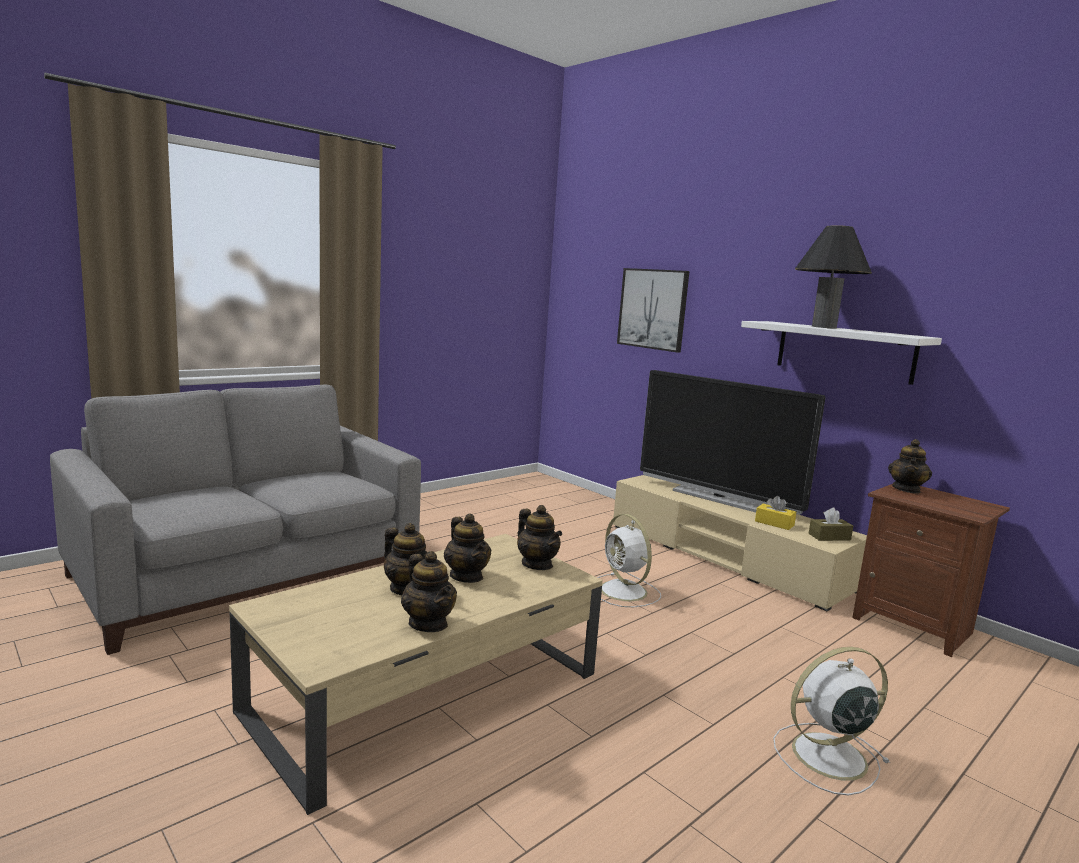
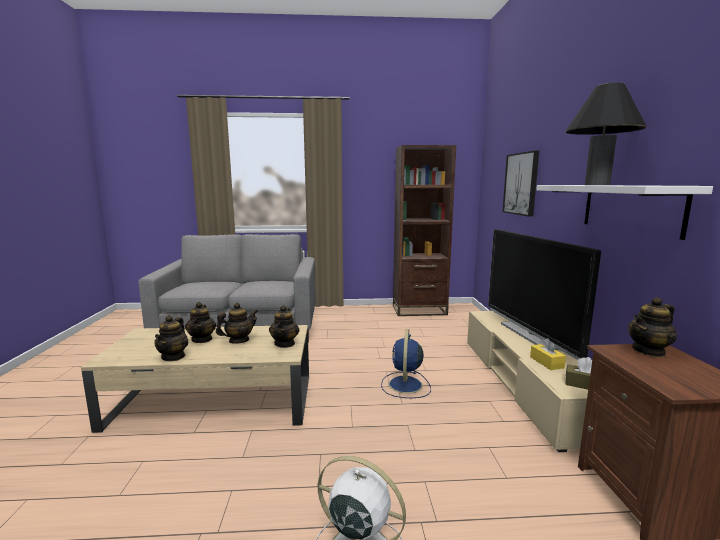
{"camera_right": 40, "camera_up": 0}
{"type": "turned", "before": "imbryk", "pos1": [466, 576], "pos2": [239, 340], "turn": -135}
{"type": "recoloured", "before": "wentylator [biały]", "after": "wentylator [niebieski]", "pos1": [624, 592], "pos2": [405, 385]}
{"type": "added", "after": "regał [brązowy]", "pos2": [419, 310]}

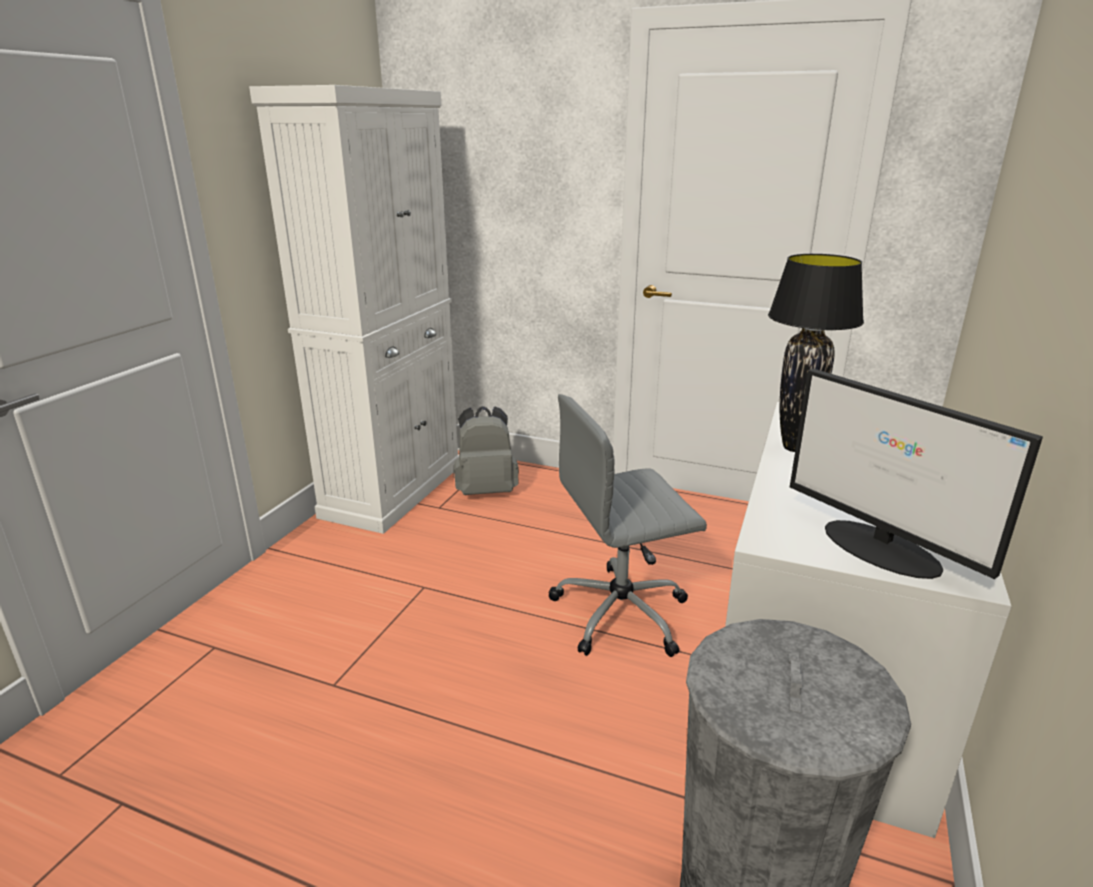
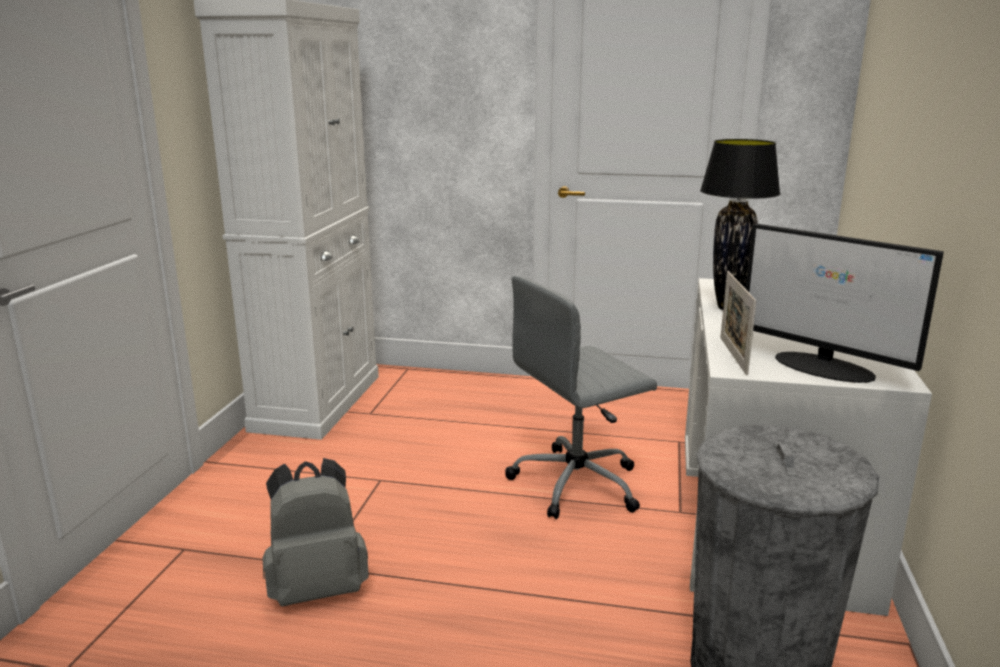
{"camera_right": -10, "camera_up": -5}
{"type": "moved", "before": "plecak [szary]", "pos1": [486, 490], "pos2": [318, 588]}
{"type": "added", "after": "ramka na zdjęcie", "pos2": [733, 355]}

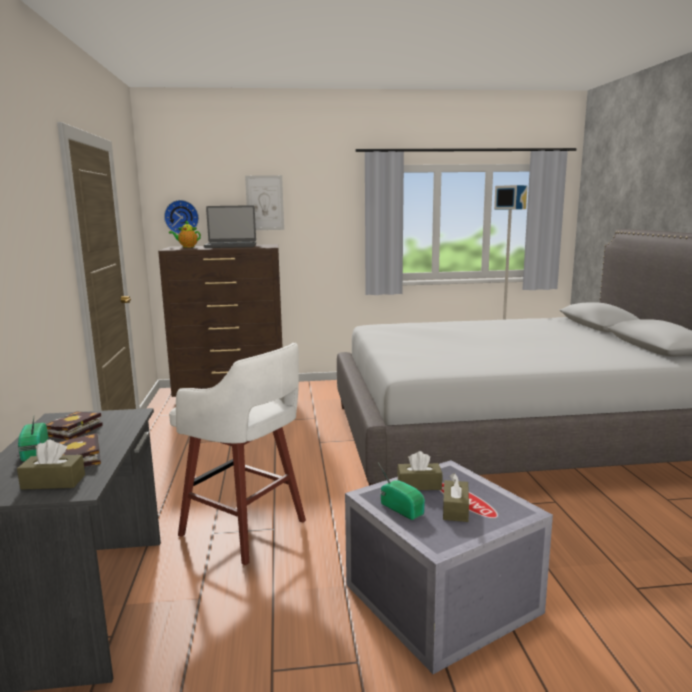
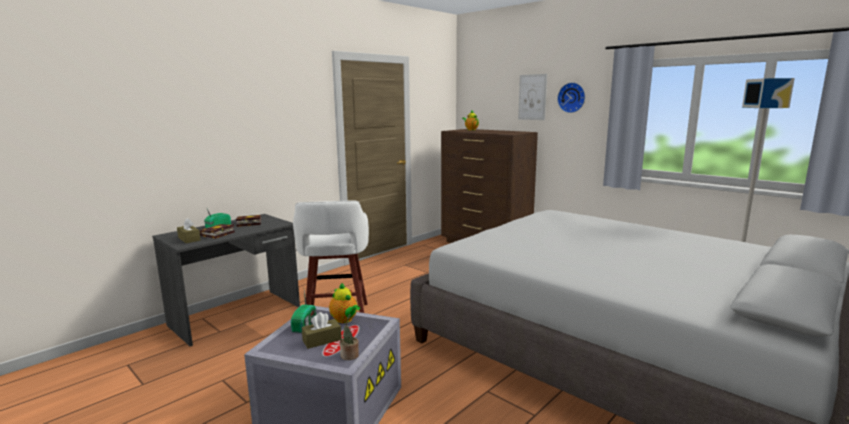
{"camera_right": 50, "camera_up": 0}
{"type": "moved", "before": "zegar ścienny", "pos1": [182, 217], "pos2": [572, 97]}
{"type": "removed", "before": "laptop", "pos1": [231, 246]}
{"type": "replaced", "before": "pudełko chusteczek [brązowy]", "after": "imbryk", "pos1": [419, 485], "pos2": [345, 320]}
{"type": "added", "after": "roślina doniczkowa", "pos2": [349, 356]}

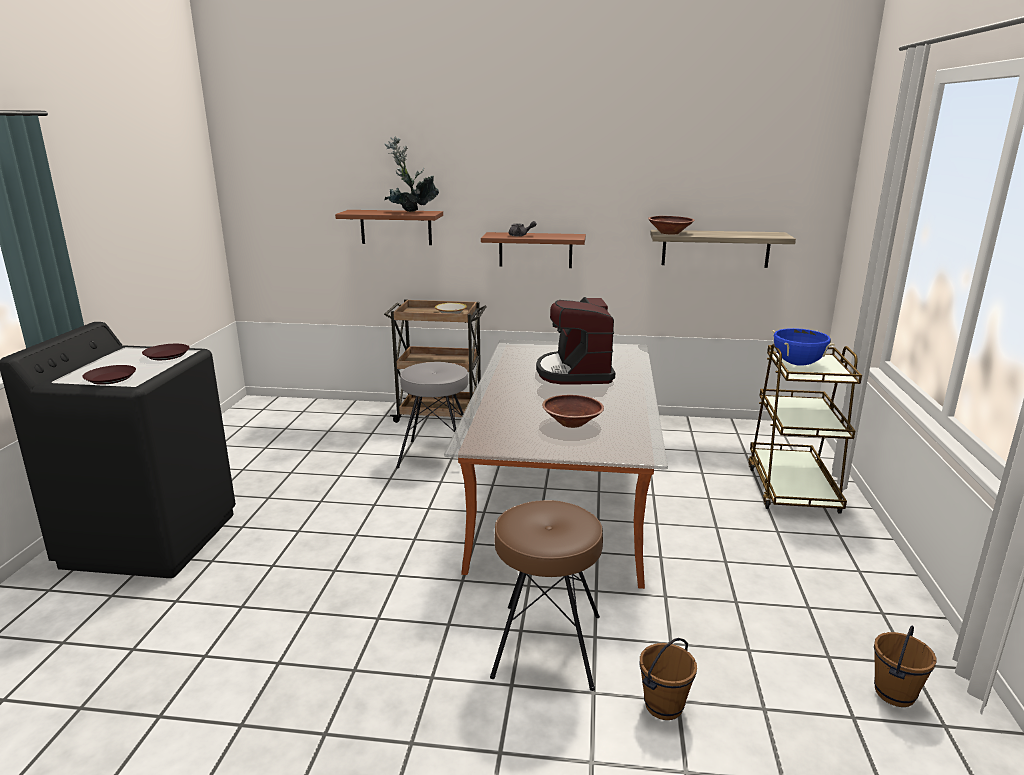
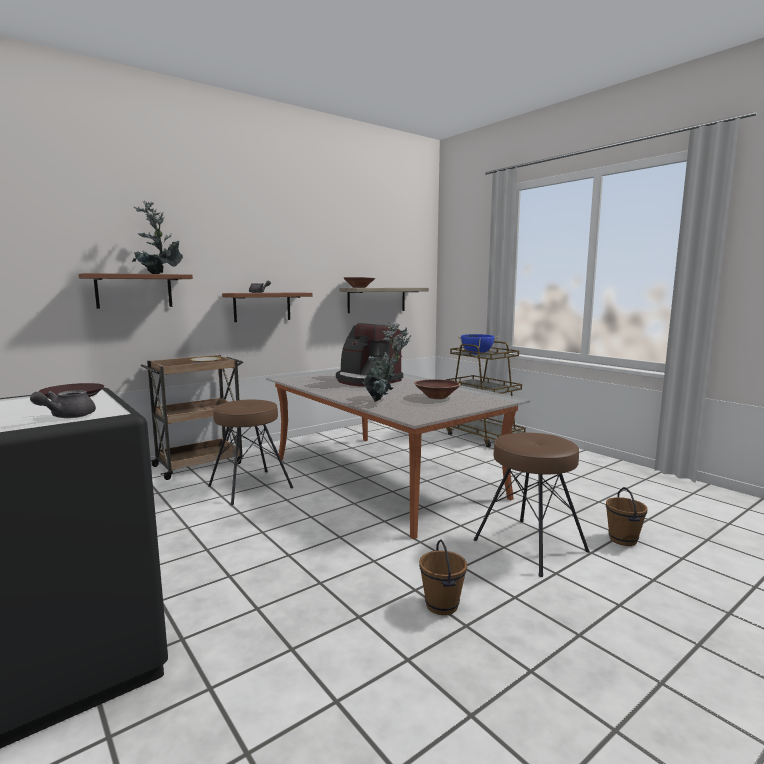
{"camera_right": -45, "camera_up": -10}
{"type": "recoloured", "before": "stołek [szary]", "after": "stołek [brązowy]", "pos1": [437, 455], "pos2": [250, 486]}
{"type": "replaced", "before": "talerz [brązowy]", "after": "imbryk [szary]", "pos1": [110, 379], "pos2": [67, 416]}
{"type": "moved", "before": "wiadro [brązowy]", "pos1": [893, 693], "pos2": [441, 605]}
{"type": "added", "after": "roślina doniczkowa", "pos2": [383, 401]}

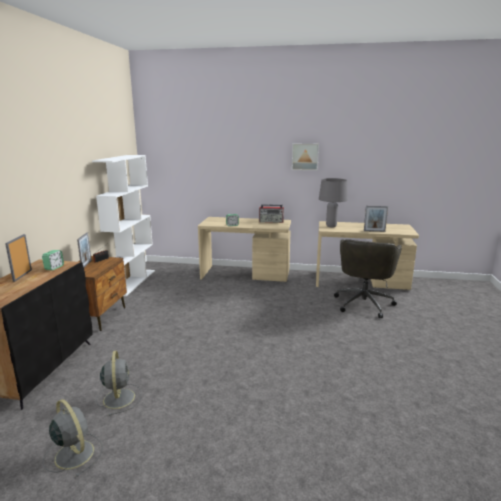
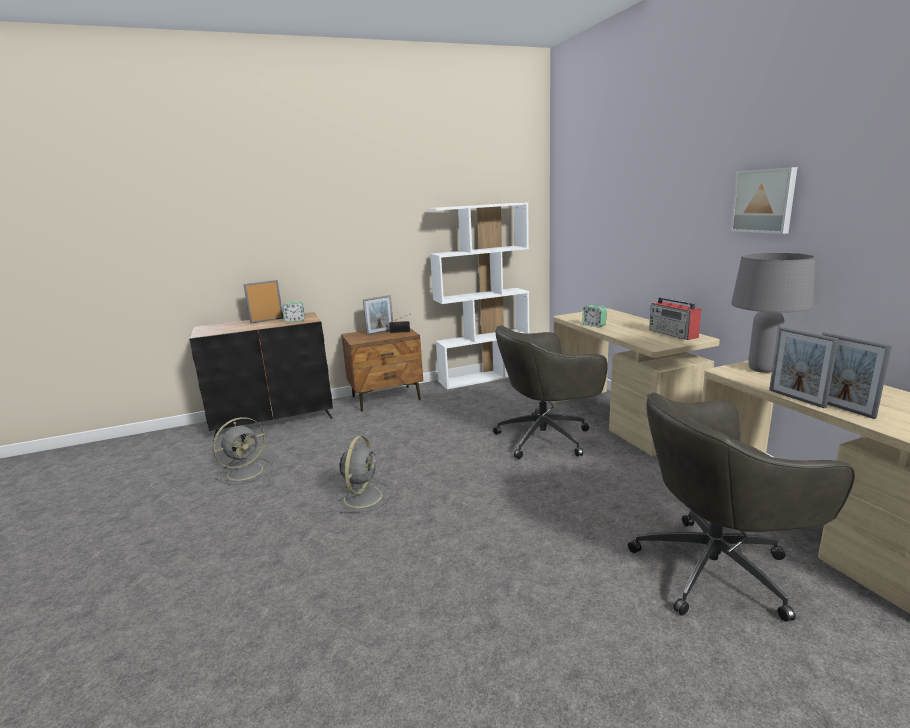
{"camera_right": 60, "camera_up": 0}
{"type": "moved", "before": "wentylator [szary]", "pos1": [73, 453], "pos2": [363, 496]}
{"type": "added", "after": "krzesło biurowe [szary]", "pos2": [546, 437]}
{"type": "added", "after": "ramka na zdjęcie", "pos2": [796, 398]}

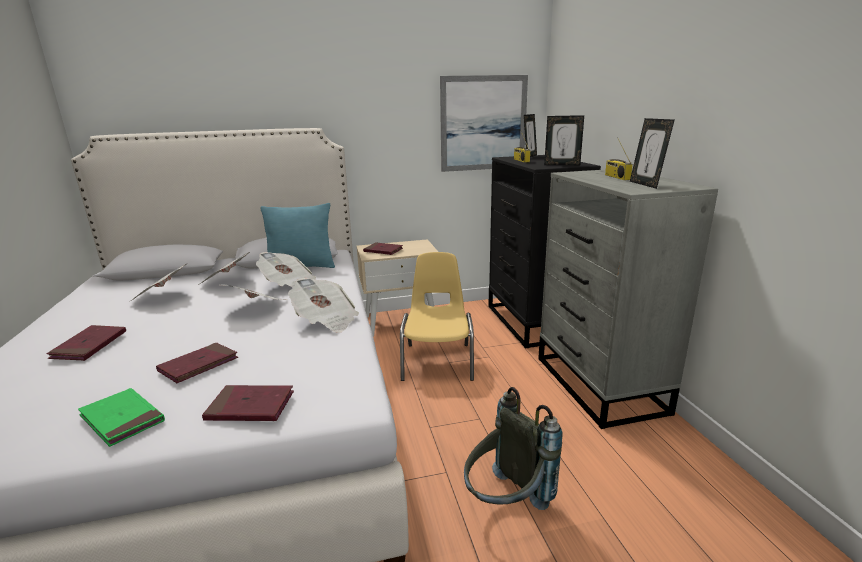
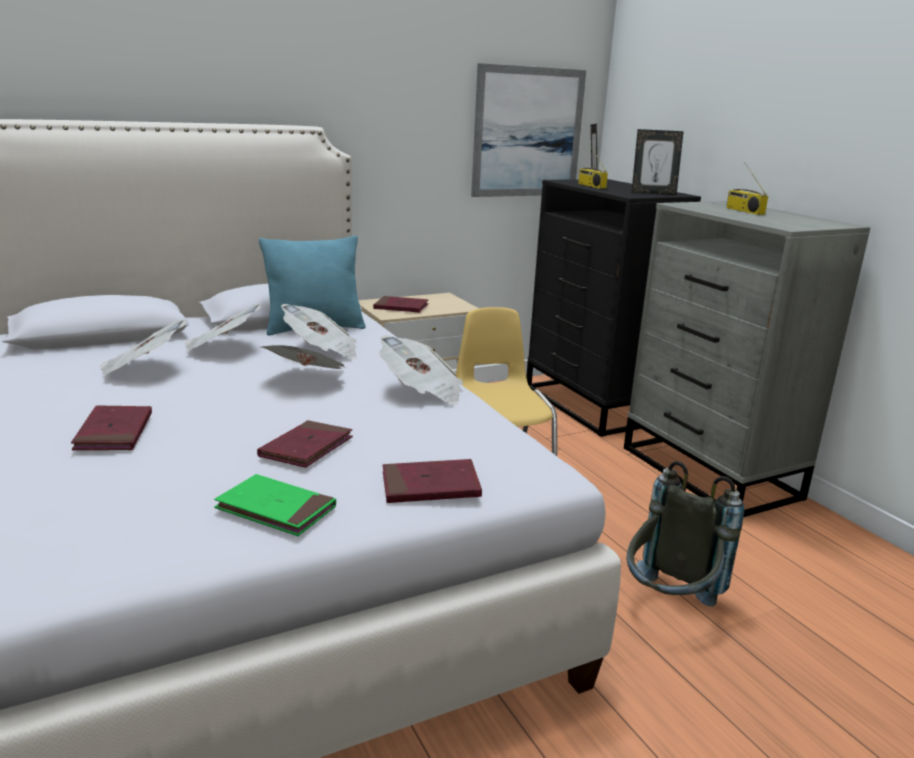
{"camera_right": -15, "camera_up": 0}
{"type": "removed", "before": "ramka na zdjęcie", "pos1": [646, 184]}

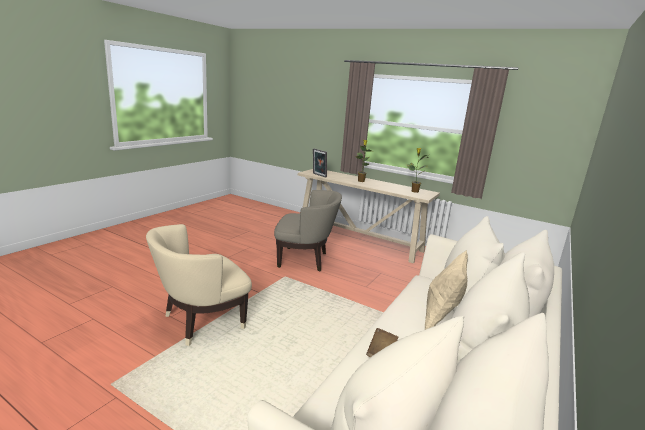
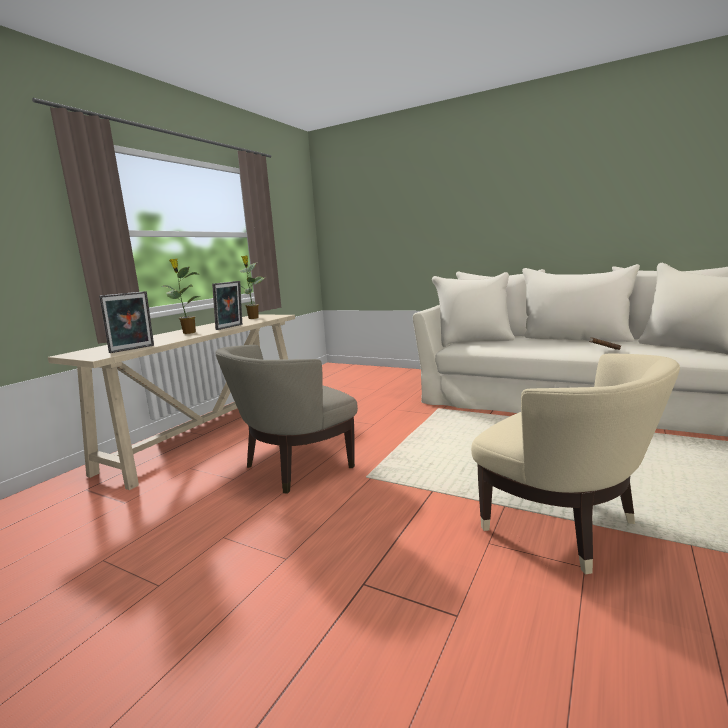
{"camera_right": -90, "camera_up": -5}
{"type": "turned", "before": "fotel [beżowy]", "pos1": [305, 260], "pos2": [294, 468], "turn": -135}
{"type": "removed", "before": "poduszka [beżowy]", "pos1": [441, 318]}
{"type": "added", "after": "ramka na zdjęcie", "pos2": [231, 327]}

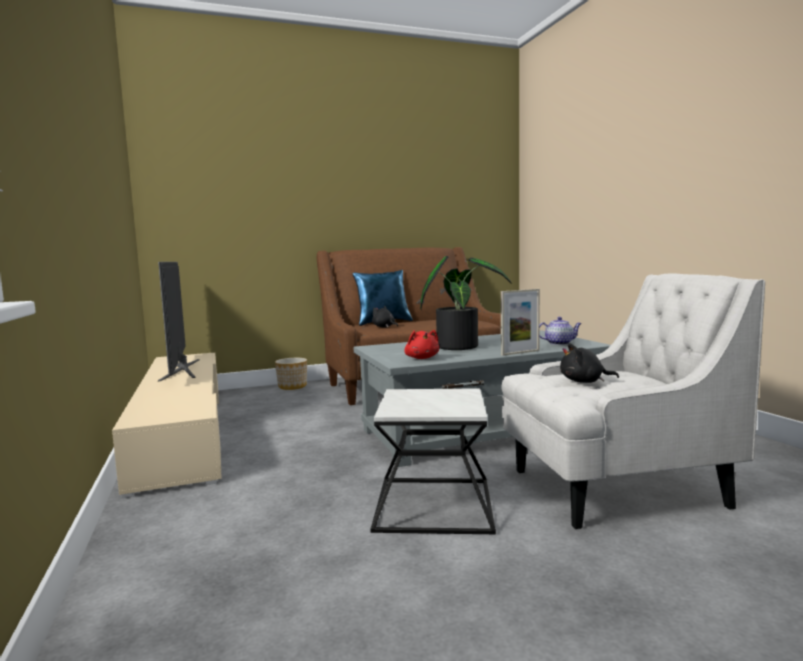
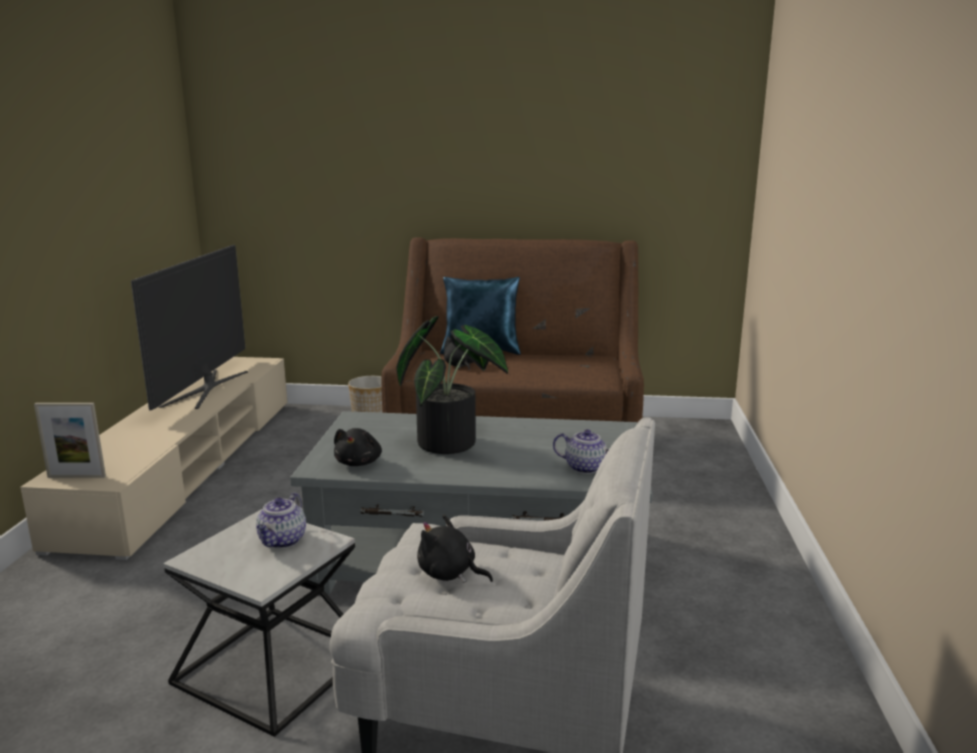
{"camera_right": 25, "camera_up": 10}
{"type": "moved", "before": "ramka na zdjęcie", "pos1": [520, 353], "pos2": [76, 477]}
{"type": "recoloured", "before": "pluszak [czerwony]", "after": "pluszak [czarny]", "pos1": [422, 358], "pos2": [359, 462]}
{"type": "added", "after": "imbryk", "pos2": [282, 541]}

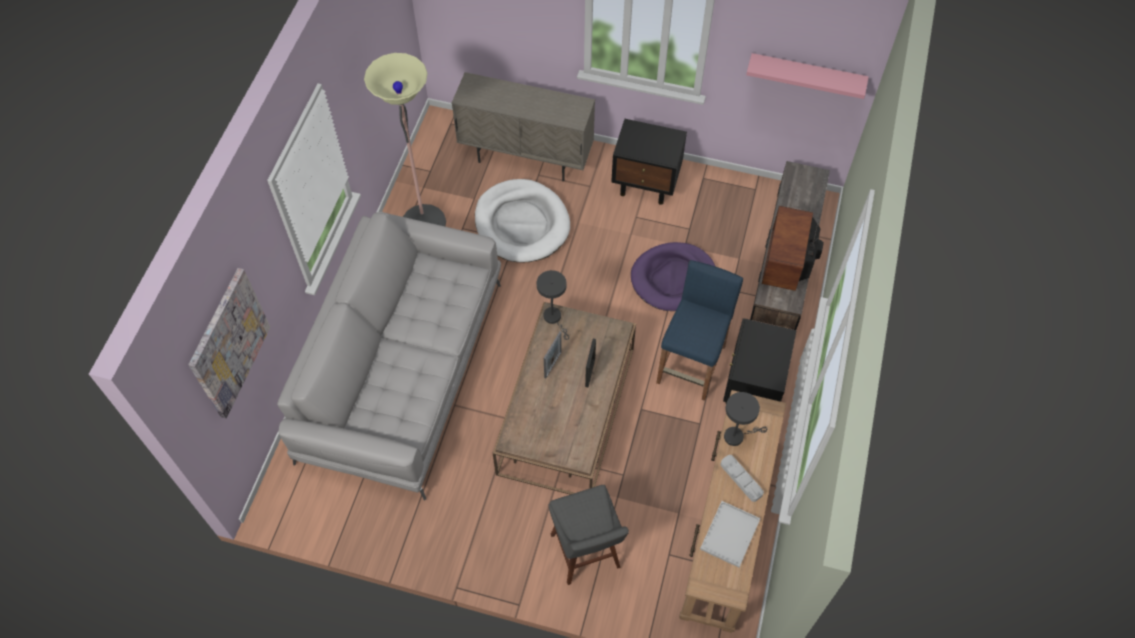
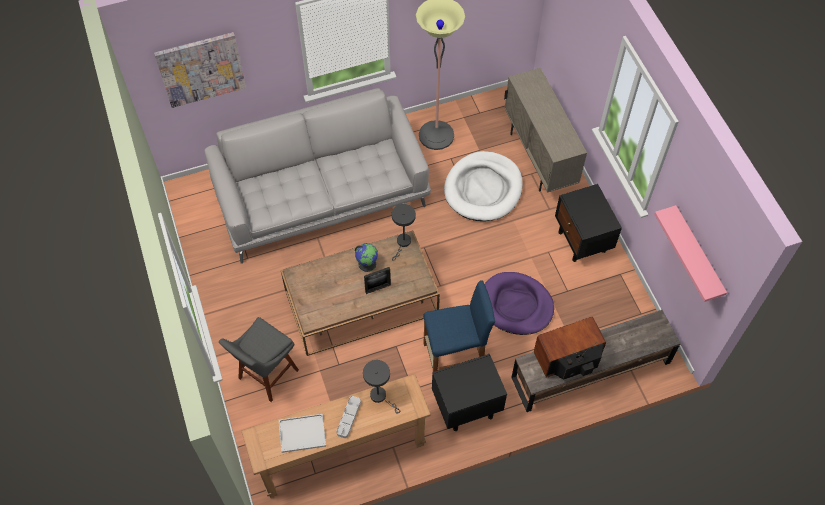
{"camera_right": 55, "camera_up": 0}
{"type": "replaced", "before": "ramka na zdjęcie", "after": "globus", "pos1": [553, 365], "pos2": [367, 263]}

